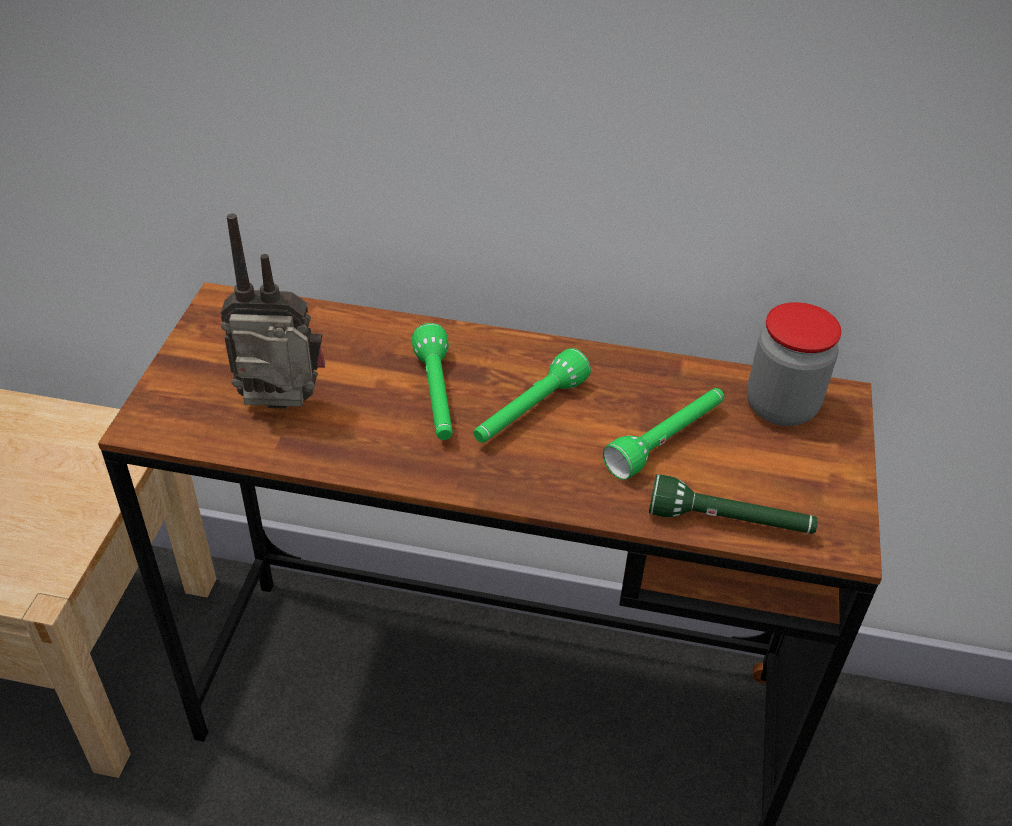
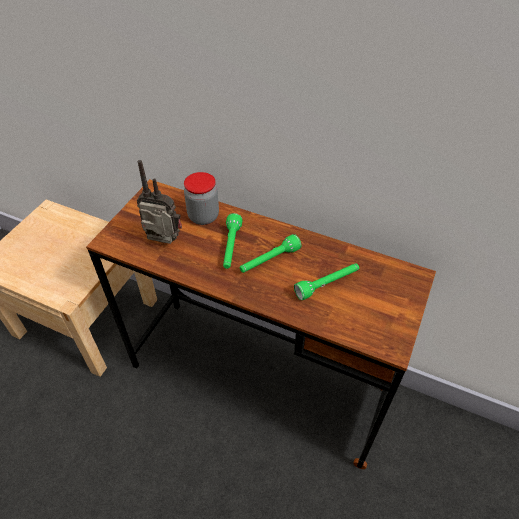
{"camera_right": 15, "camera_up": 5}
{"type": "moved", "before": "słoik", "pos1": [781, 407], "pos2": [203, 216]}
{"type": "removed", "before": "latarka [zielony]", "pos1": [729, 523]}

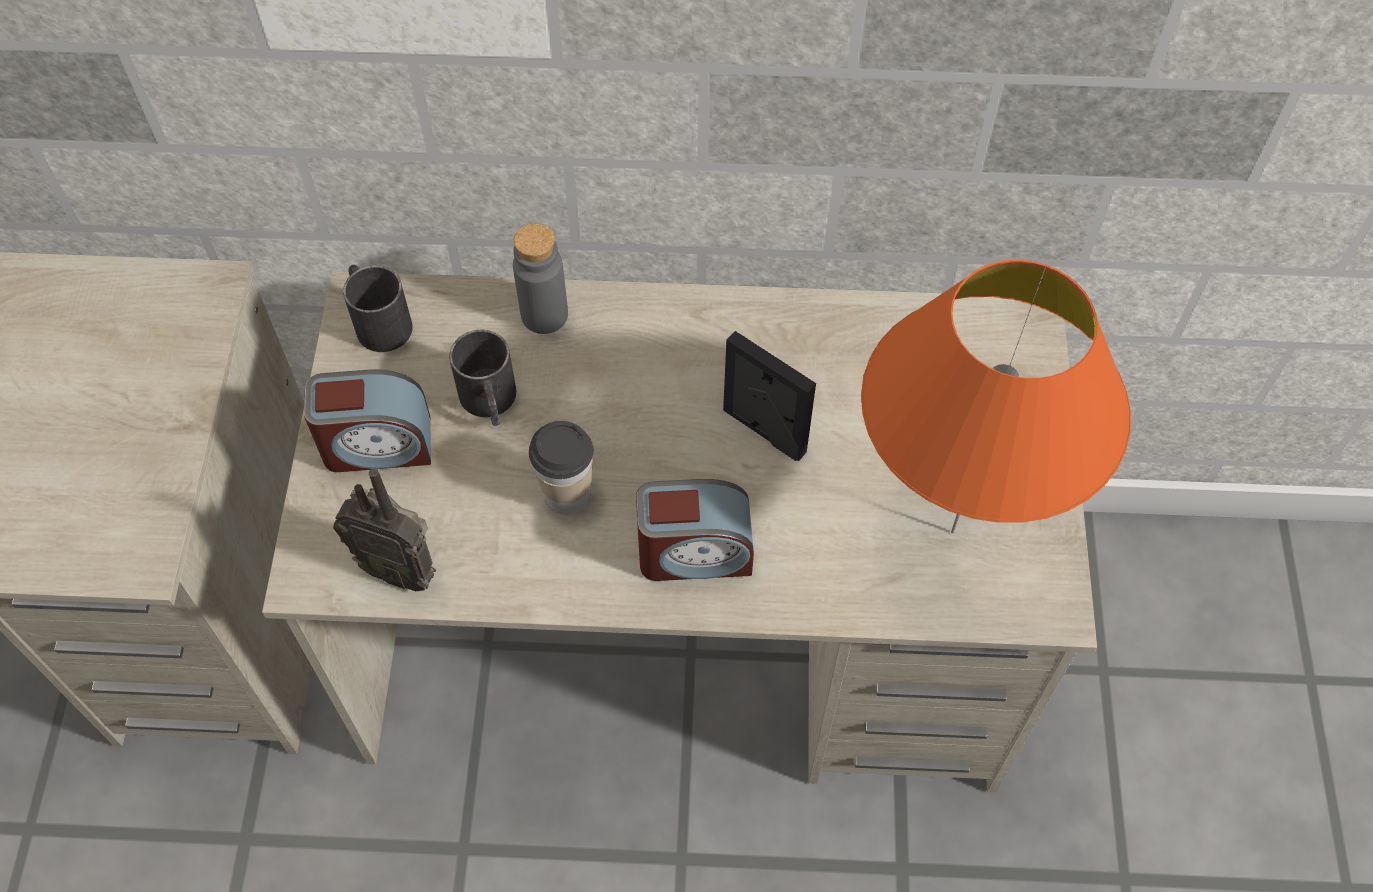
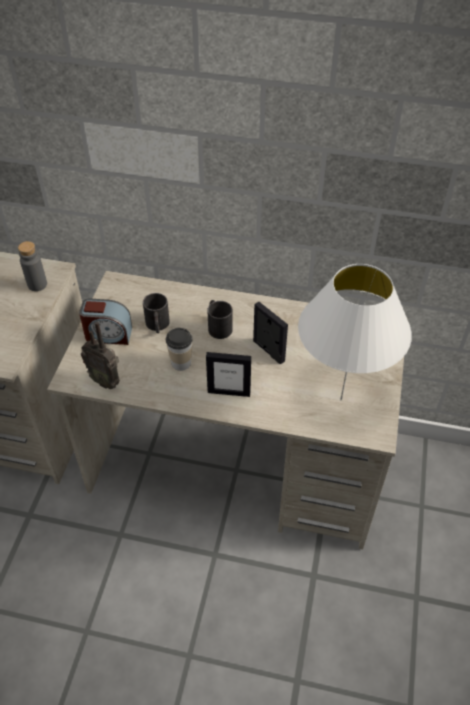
{"camera_right": 10, "camera_up": -10}
{"type": "moved", "before": "butelka [szary]", "pos1": [544, 315], "pos2": [37, 284]}
{"type": "recoloured", "before": "lampa stołowa [pomarańczowy]", "after": "lampa stołowa [biały]", "pos1": [952, 533], "pos2": [340, 400]}
{"type": "moved", "before": "kubek [czarny]", "pos1": [378, 320], "pos2": [218, 326]}
{"type": "replaced", "before": "budzik", "after": "ramka na zdjęcie", "pos1": [694, 552], "pos2": [229, 392]}

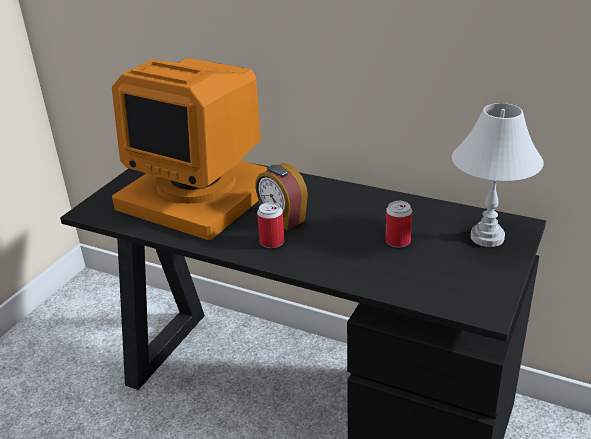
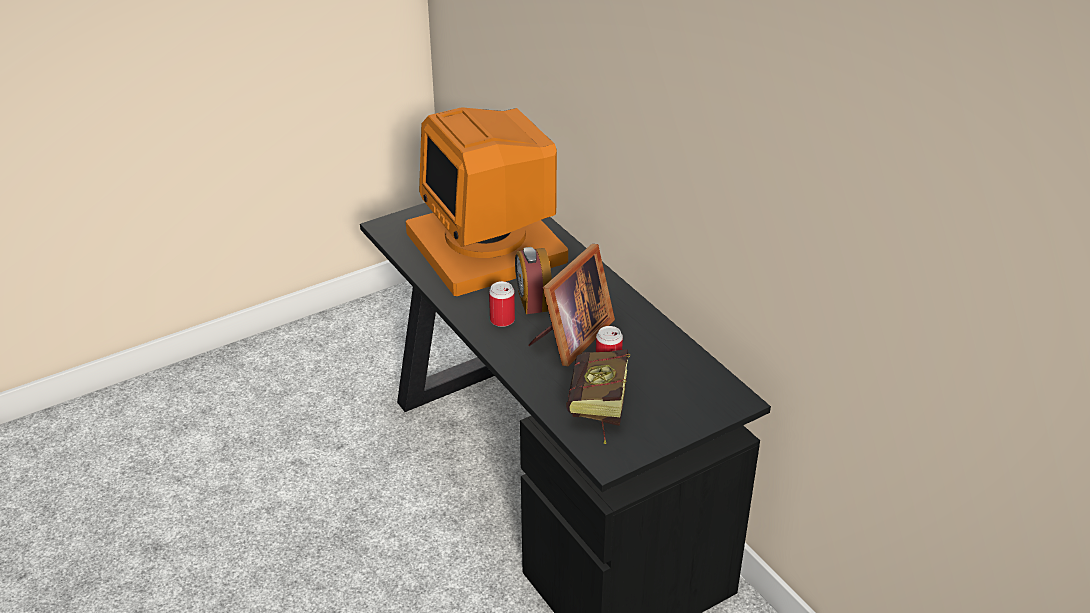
{"camera_right": 30, "camera_up": 5}
{"type": "removed", "before": "lampa stołowa [biały]", "pos1": [486, 237]}
{"type": "added", "after": "ramka na zdjęcie", "pos2": [570, 338]}
{"type": "added", "after": "książka", "pos2": [597, 410]}

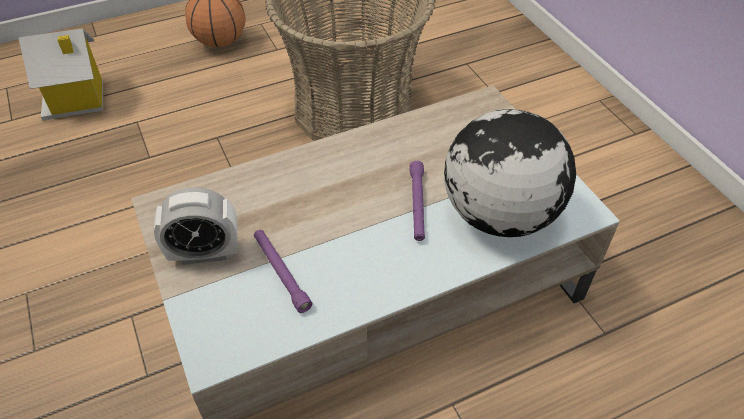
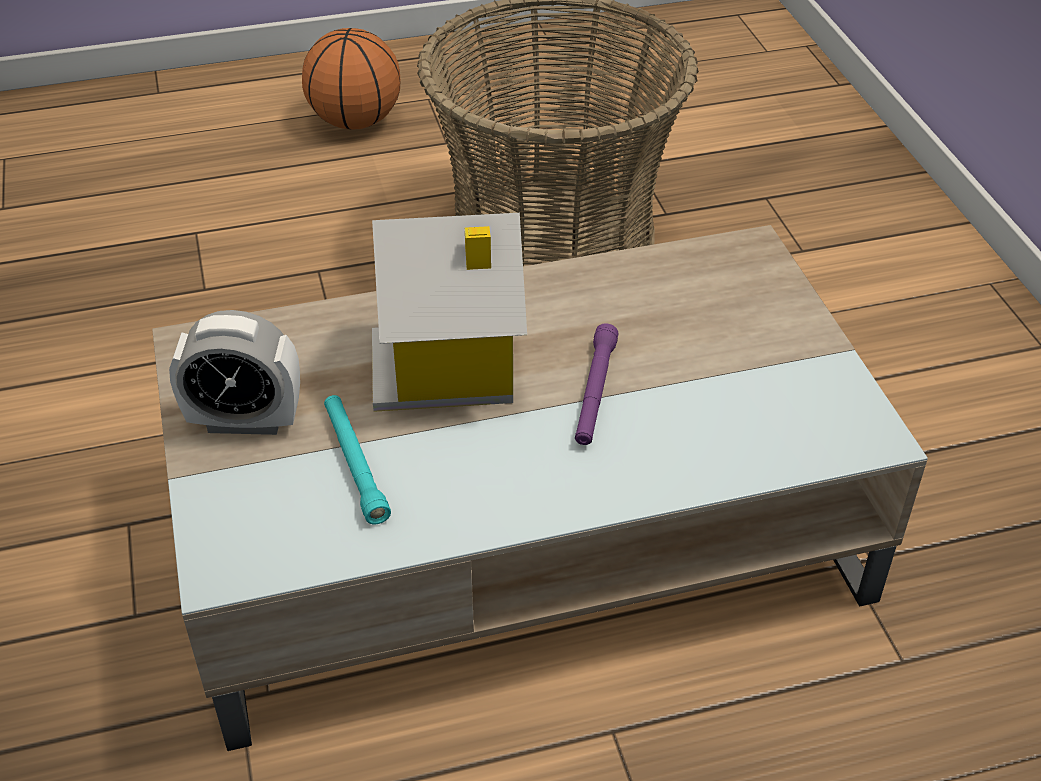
{"camera_right": 10, "camera_up": -5}
{"type": "moved", "before": "domek", "pos1": [77, 100], "pos2": [449, 369]}
{"type": "removed", "before": "globus", "pos1": [498, 214]}
{"type": "recoloured", "before": "latarka [fioletowy]", "after": "latarka [turkusowy]", "pos1": [281, 273], "pos2": [355, 464]}

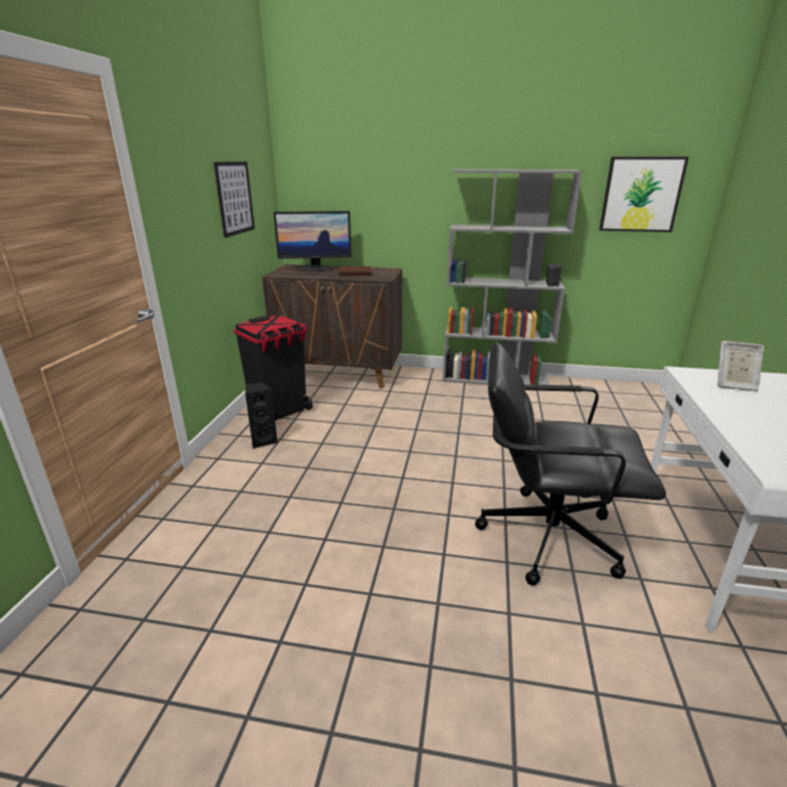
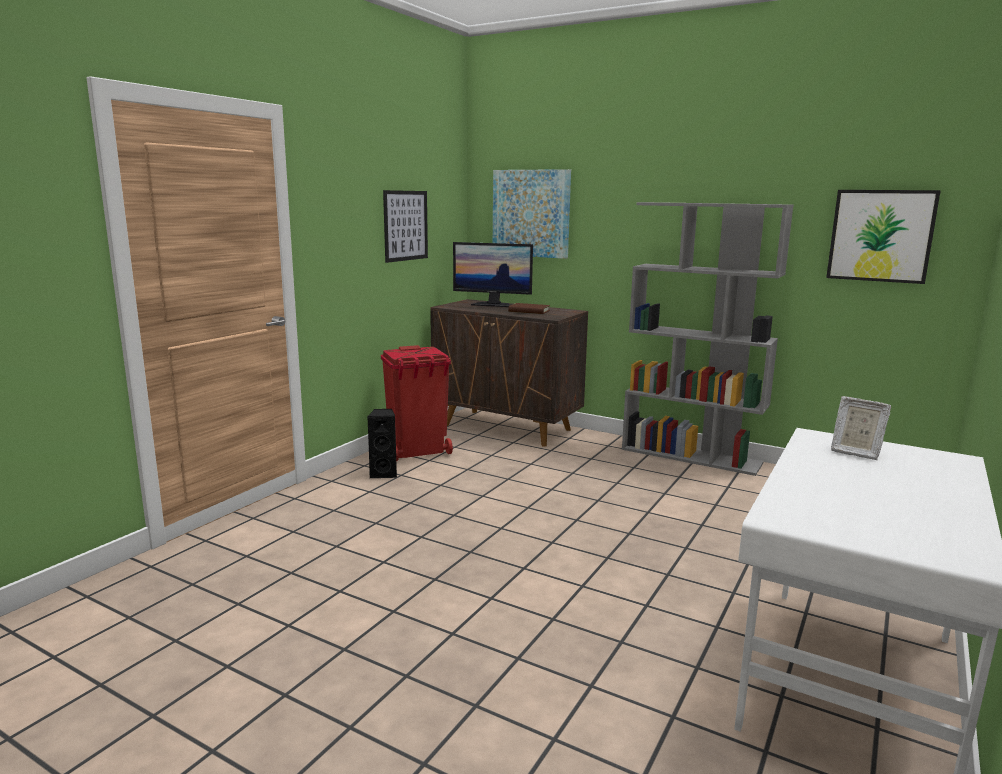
{"camera_right": 20, "camera_up": -10}
{"type": "recoloured", "before": "kosz na śmieci [czarny]", "after": "kosz na śmieci [czerwony]", "pos1": [280, 412], "pos2": [418, 452]}
{"type": "removed", "before": "krzesło biurowe [czarny]", "pos1": [547, 535]}
{"type": "added", "after": "obraz", "pos2": [531, 213]}

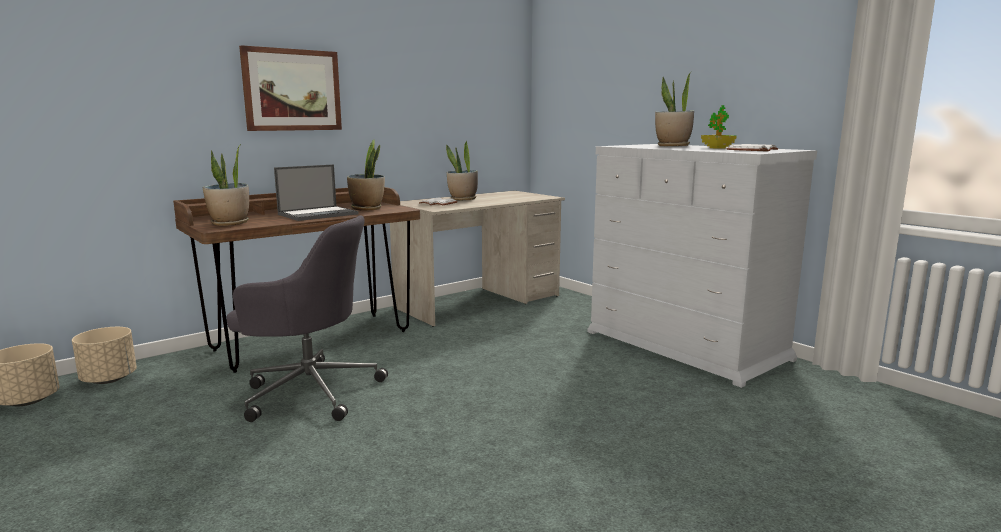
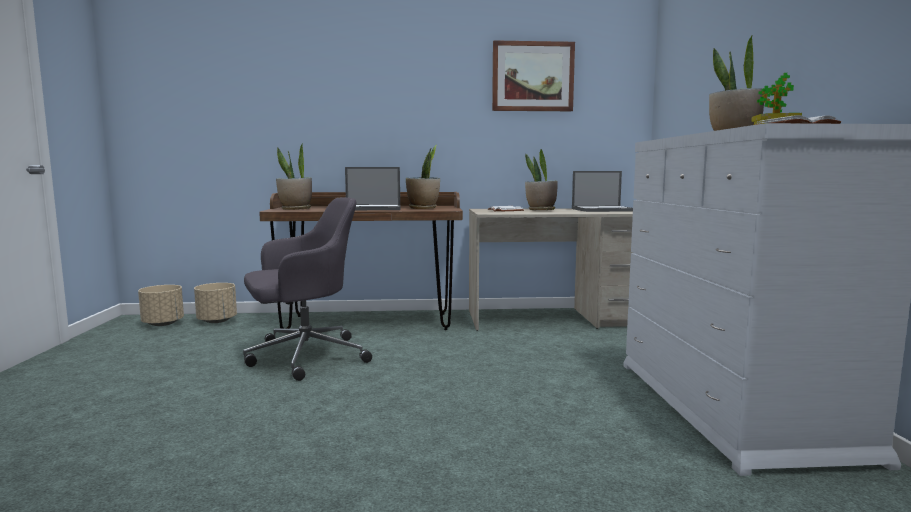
{"camera_right": 35, "camera_up": -5}
{"type": "moved", "before": "obraz", "pos1": [292, 90], "pos2": [532, 77]}
{"type": "turned", "before": "krzesło biurowe [szary]", "pos1": [309, 391], "pos2": [304, 356], "turn": -75}
{"type": "added", "after": "laptop", "pos2": [604, 210]}

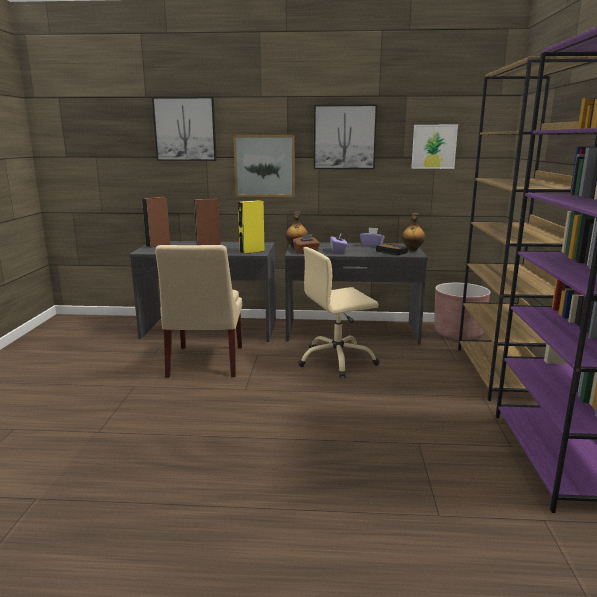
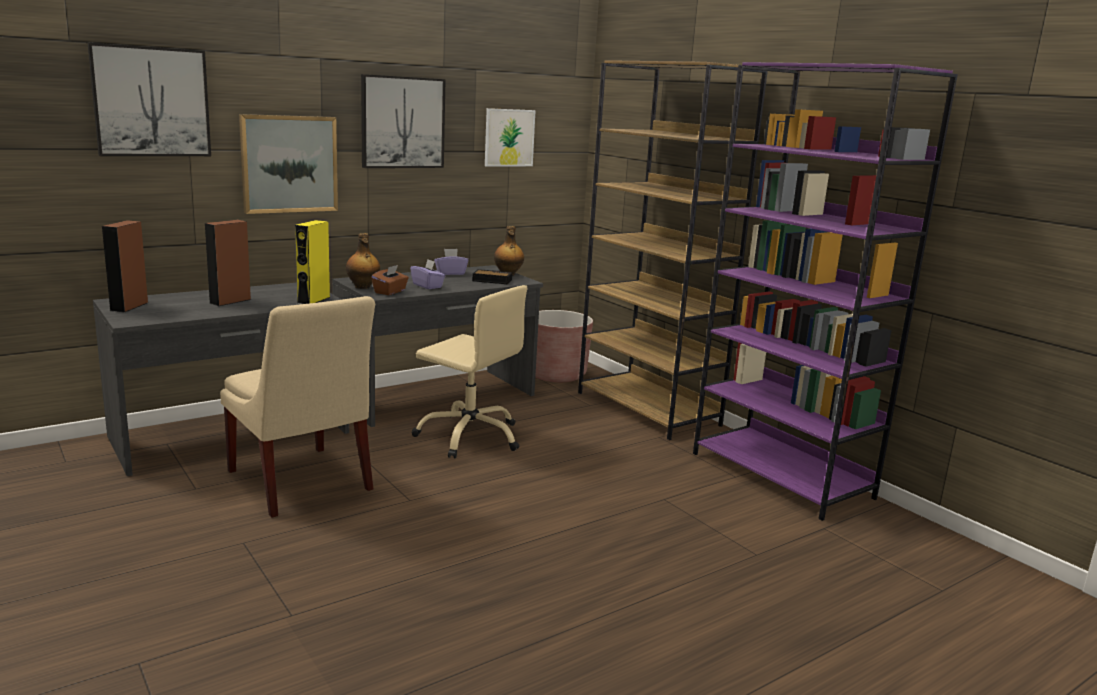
{"camera_right": -40, "camera_up": 0}
{"type": "turned", "before": "krzesło biurowe [beżowy]", "pos1": [337, 360], "pos2": [470, 436], "turn": -90}

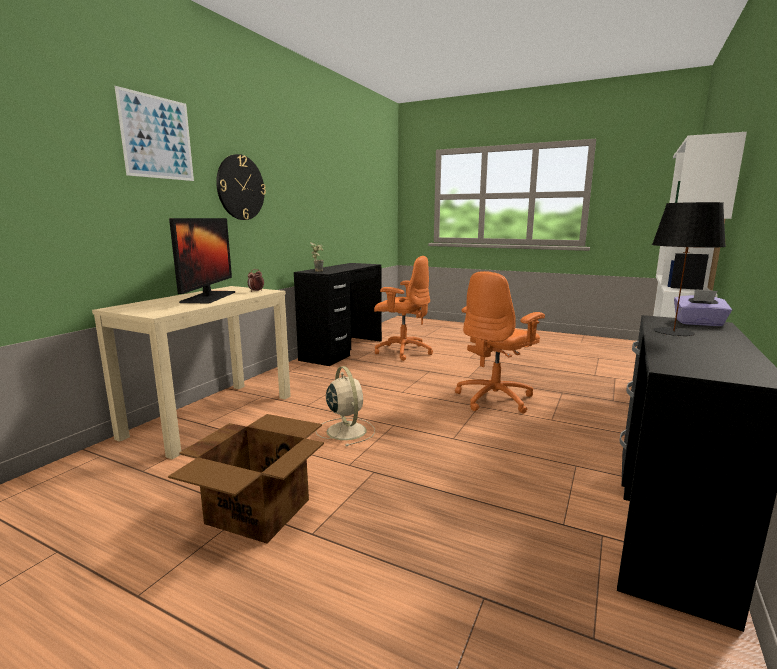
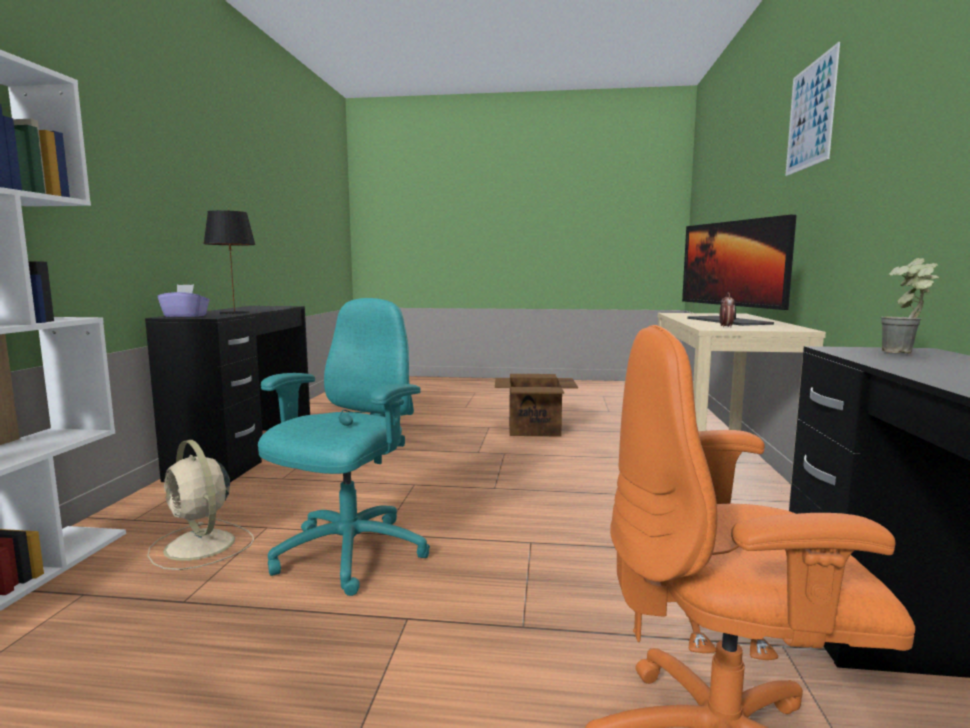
{"camera_right": 160, "camera_up": -5}
{"type": "removed", "before": "zegar ścienny", "pos1": [240, 187]}
{"type": "recoloured", "before": "krzesło biurowe [pomarańczowy]", "after": "krzesło biurowe [turkusowy]", "pos1": [495, 399], "pos2": [348, 555]}
{"type": "moved", "before": "wentylator [beżowy]", "pos1": [345, 430], "pos2": [201, 546]}

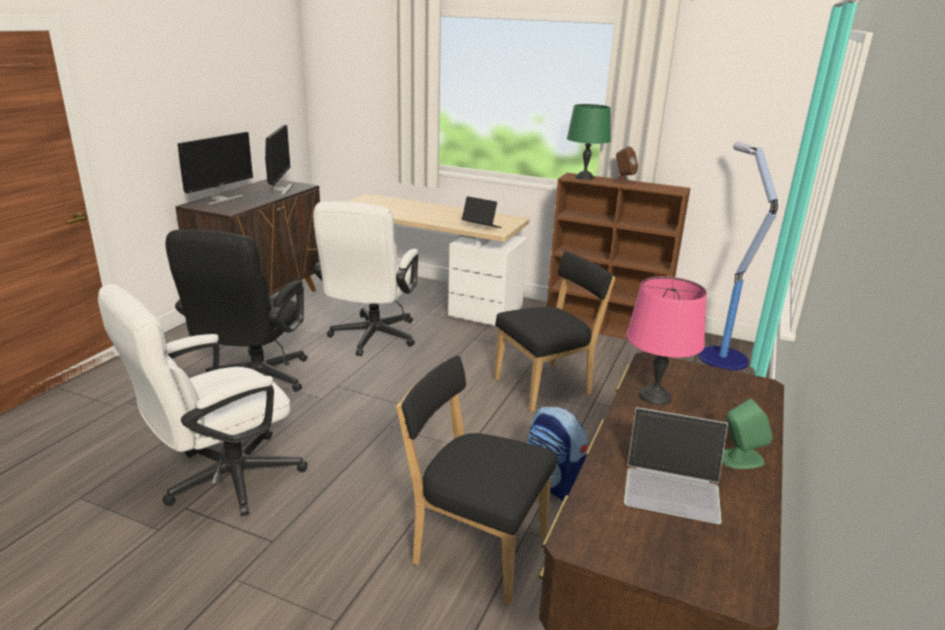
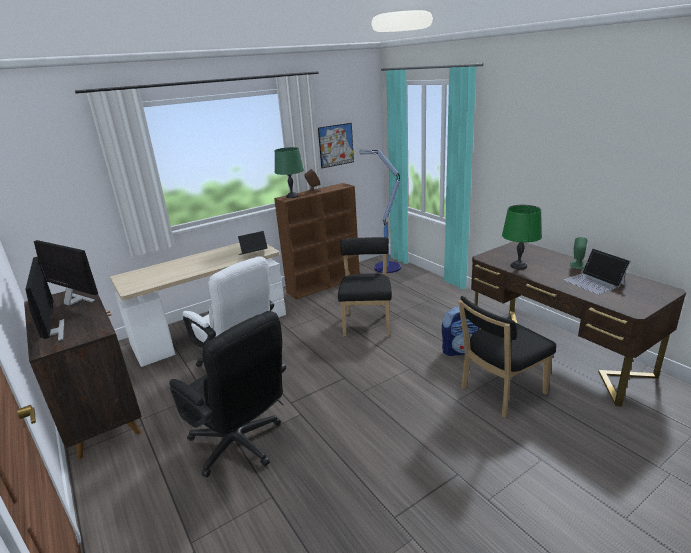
{"camera_right": -55, "camera_up": 0}
{"type": "recoloured", "before": "lampa stołowa [różowy]", "after": "lampa stołowa [zielony]", "pos1": [654, 396], "pos2": [518, 266]}
{"type": "removed", "before": "krzesło biurowe [biały]", "pos1": [221, 481]}
{"type": "turned", "before": "laptop", "pos1": [673, 485], "pos2": [594, 282], "turn": 105}
{"type": "added", "after": "obraz", "pos2": [336, 145]}

